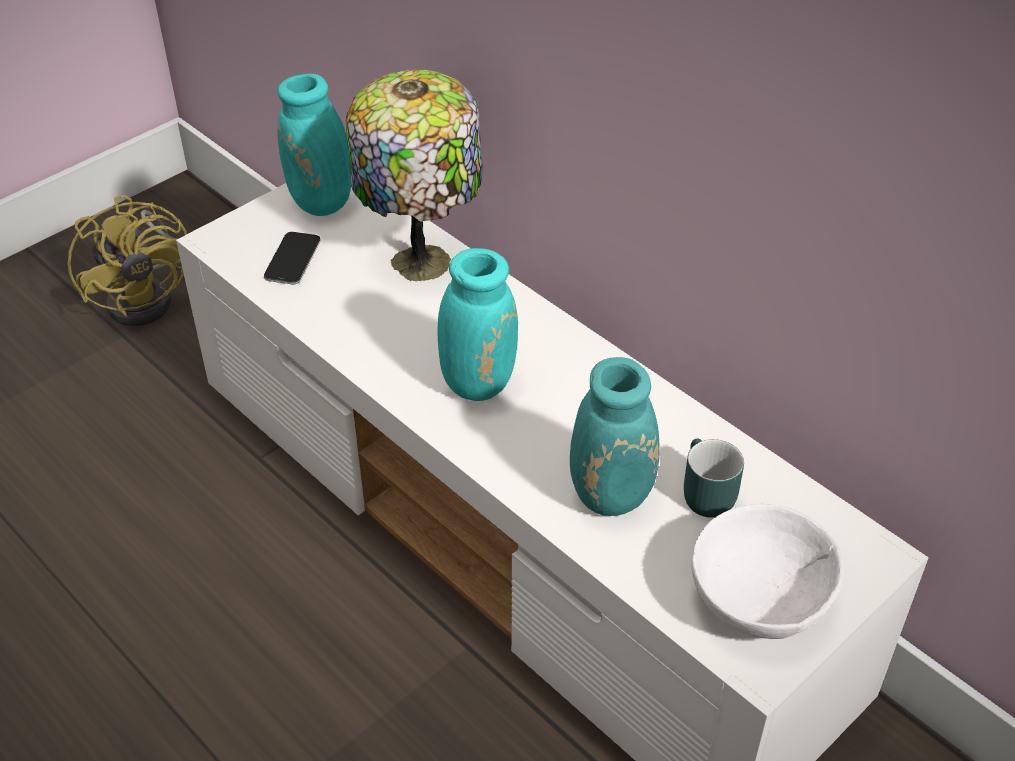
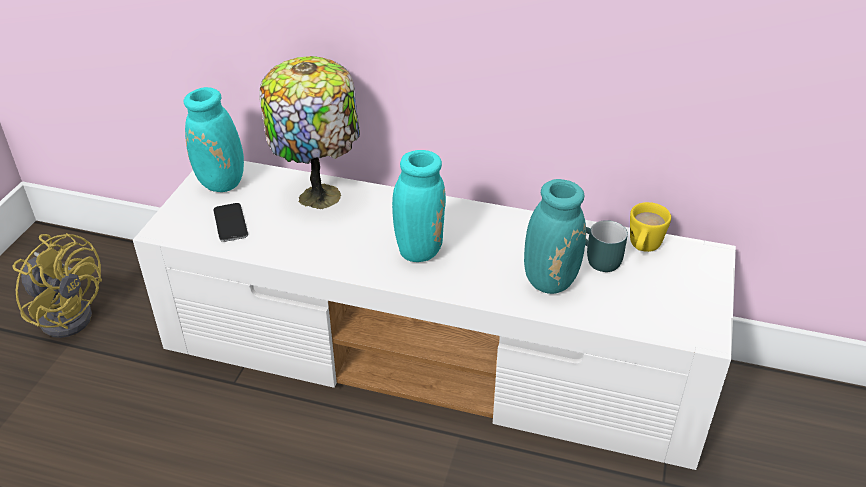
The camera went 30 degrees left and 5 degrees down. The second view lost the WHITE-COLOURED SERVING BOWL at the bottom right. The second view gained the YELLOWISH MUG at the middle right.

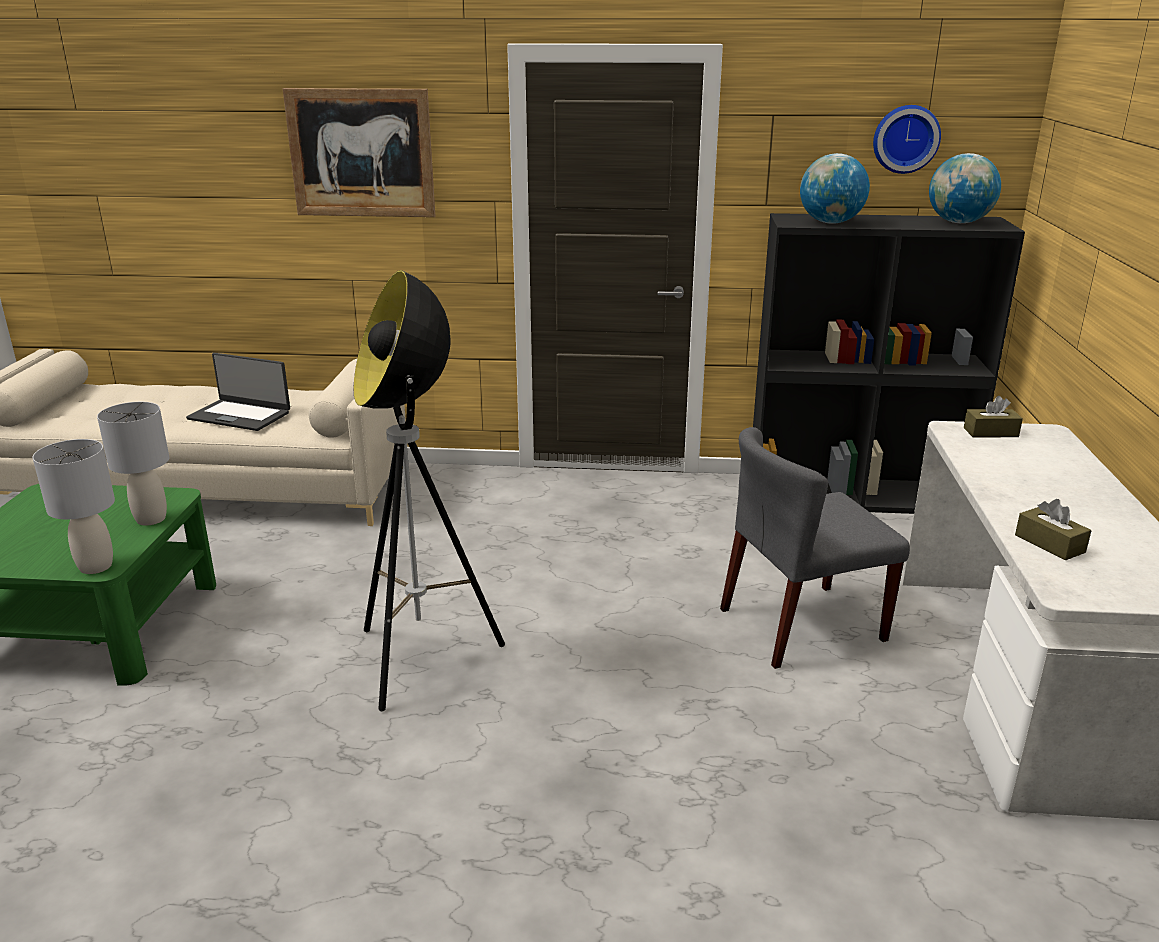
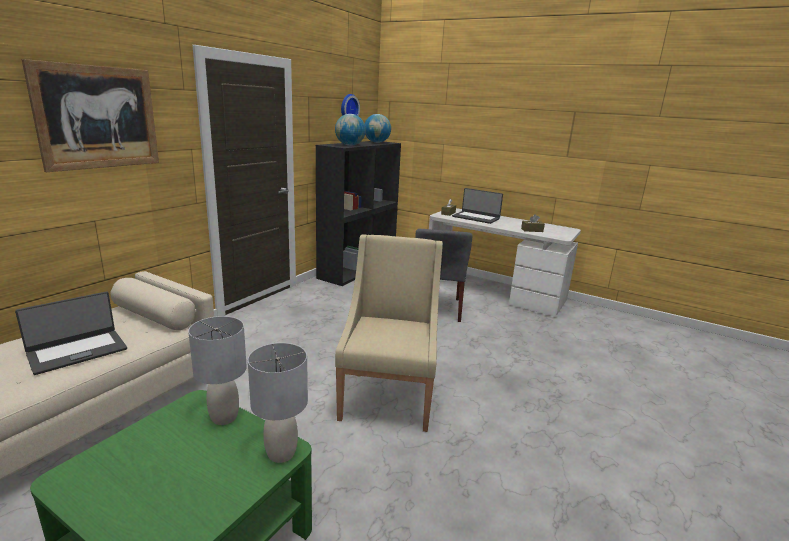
The camera went 65 degrees left and 5 degrees down. The second view gained the NOTEBOOK COMPUTER (no. 2 from left) at the centre. Where the STANDING LAMP stood at the centre, the BEIGE-COLOURED LOUNGE CHAIR came to stand at the centre.

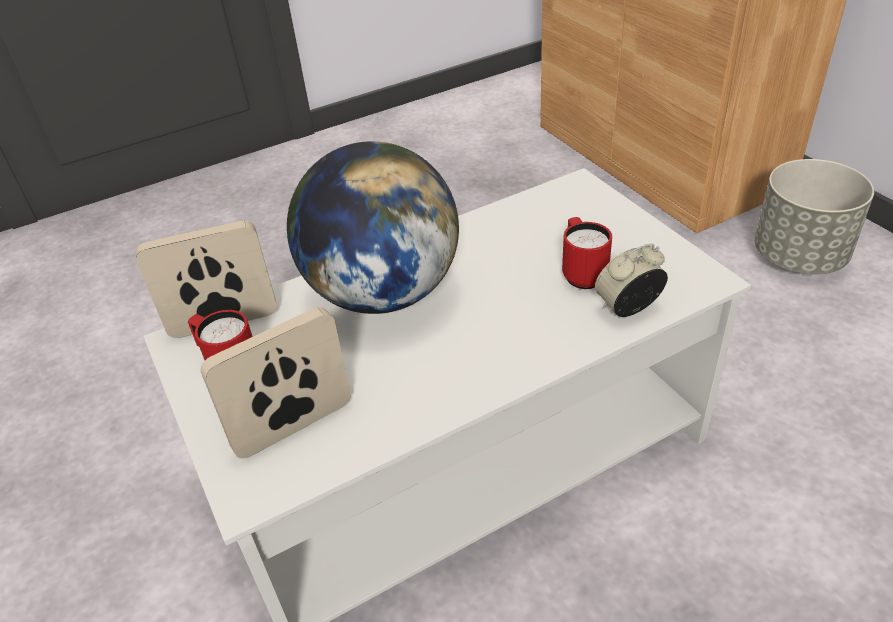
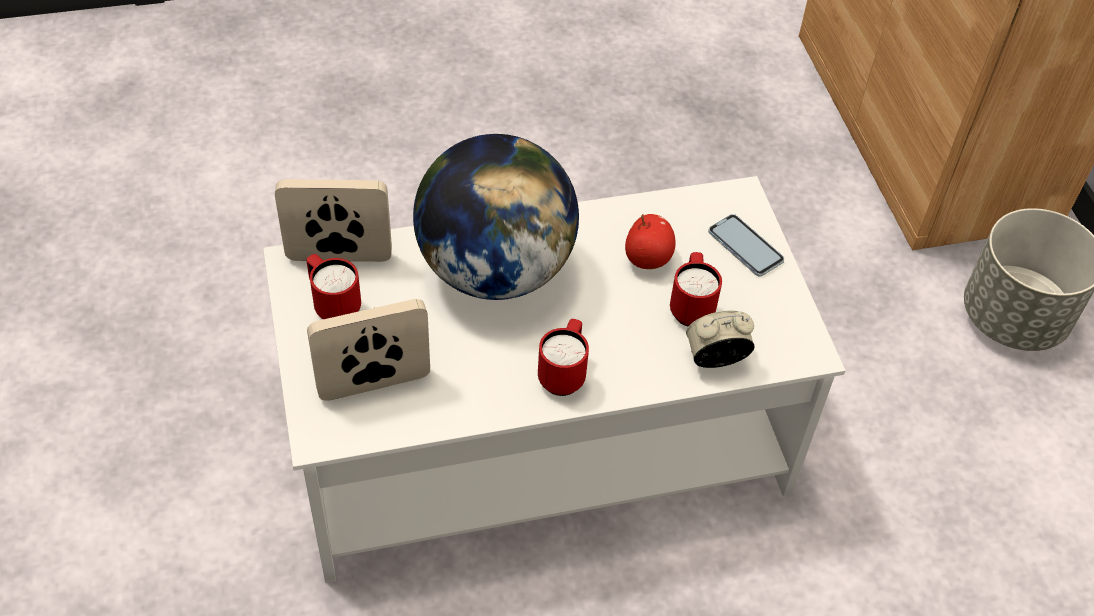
The camera went 10 degrees right and 10 degrees up. The second view gained the RED MUG (no. 2 from left) at the centre. The second view gained the APPLE at the centre. The second view gained the HANDSET at the middle right.

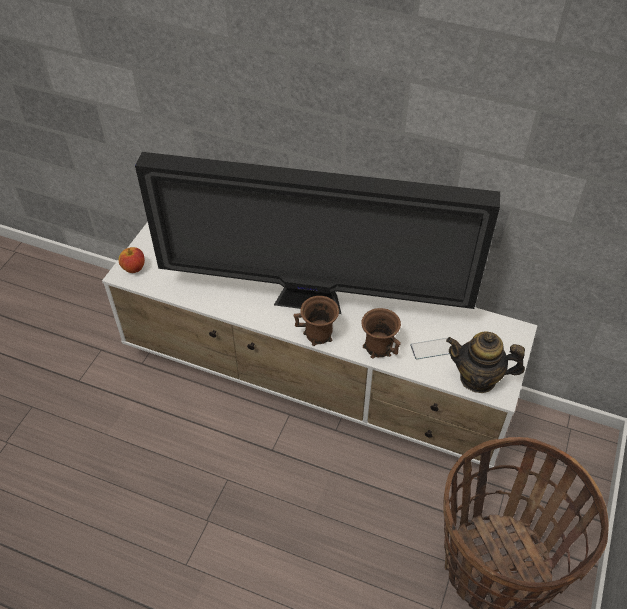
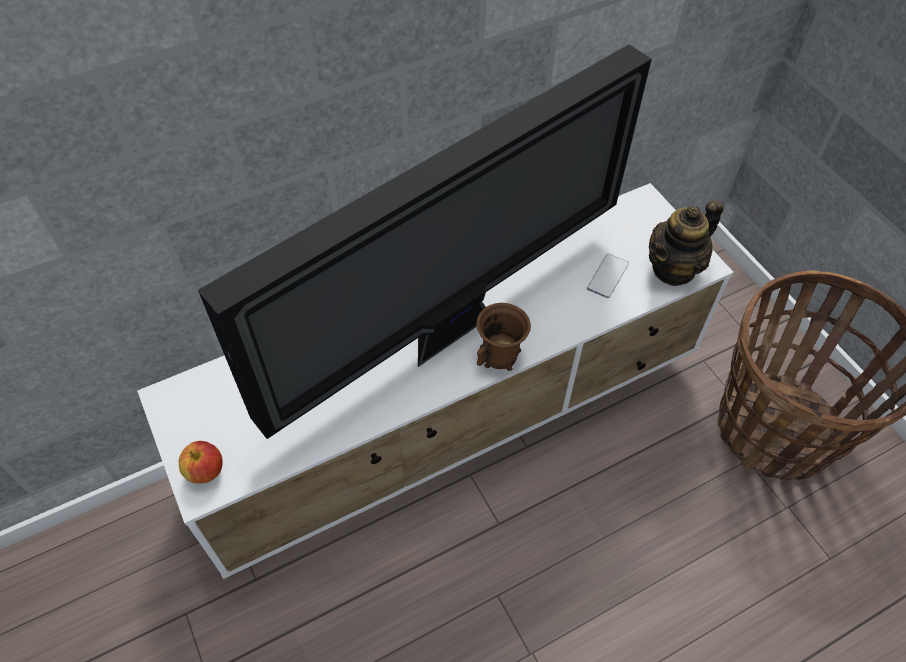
The camera went 50 degrees left and 5 degrees up. The second view lost the BROWN MUG (no. 2 from left) at the centre.

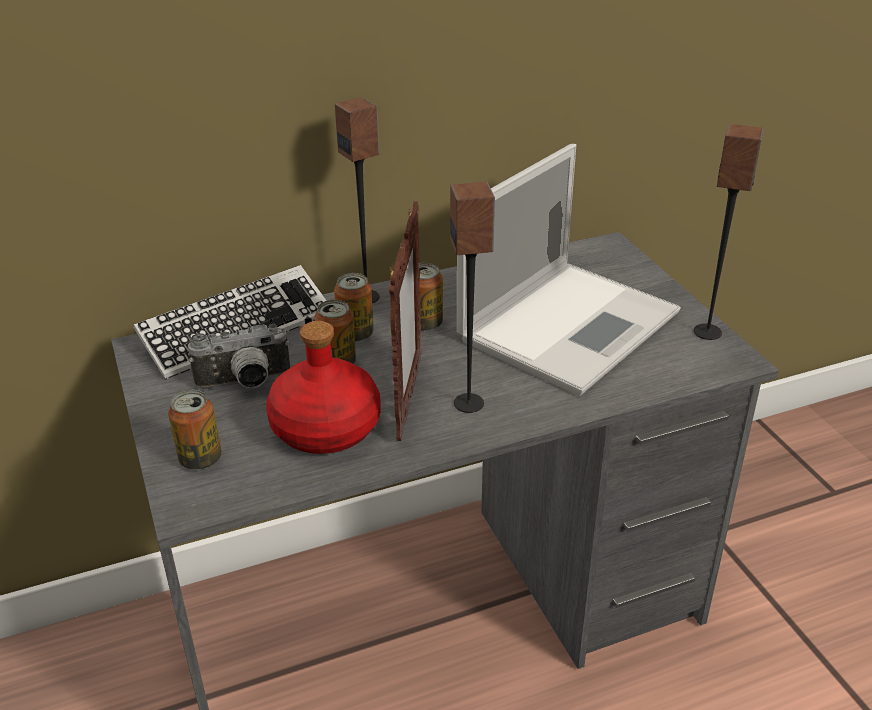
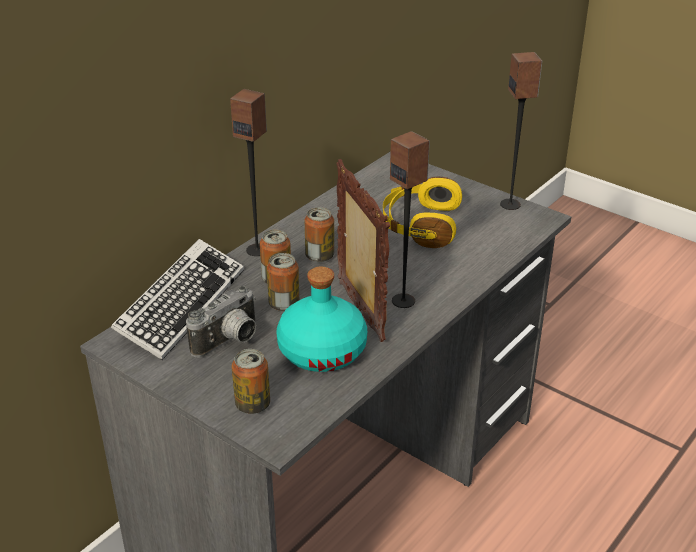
The camera went 30 degrees left and 0 degrees up. Where the NOTEBOOK COMPUTER stood at the centre, the YELLOWISH PAIR OF HEADPHONES came to stand at the centre. What was the RED BEVERAGE BOTTLE at the centre turned into the TURQUOISE BEVERAGE BOTTLE at the centre.

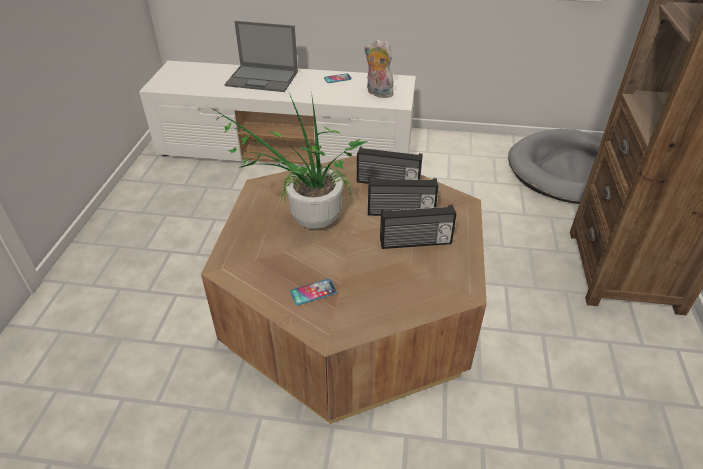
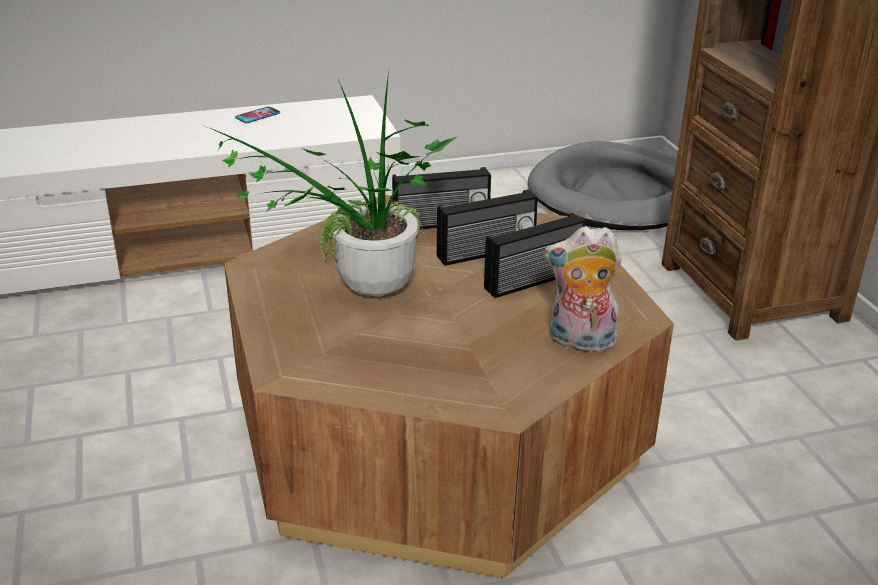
The camera went 25 degrees left and 10 degrees down. The second view lost the NOTEBOOK COMPUTER at the top centre. The second view lost the HANDSET (no. 1 from left) at the centre. The CUDDLY TOY ended up elsewhere, having gone from the top centre to the centre.

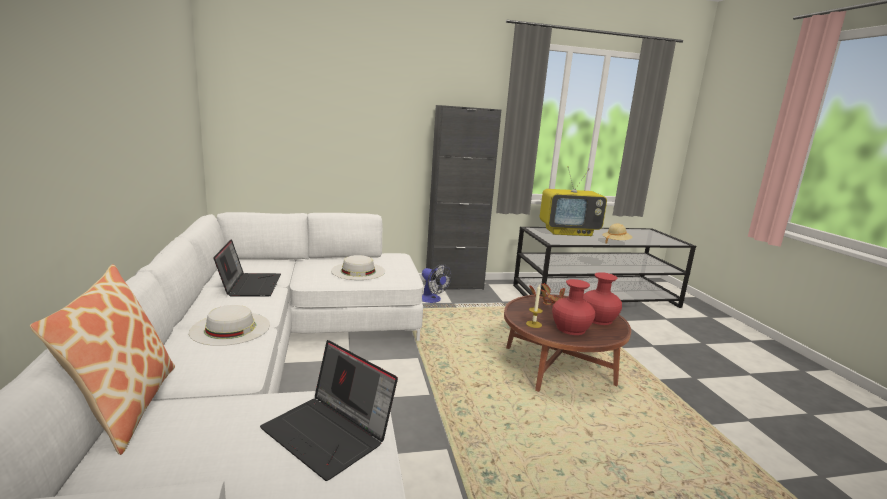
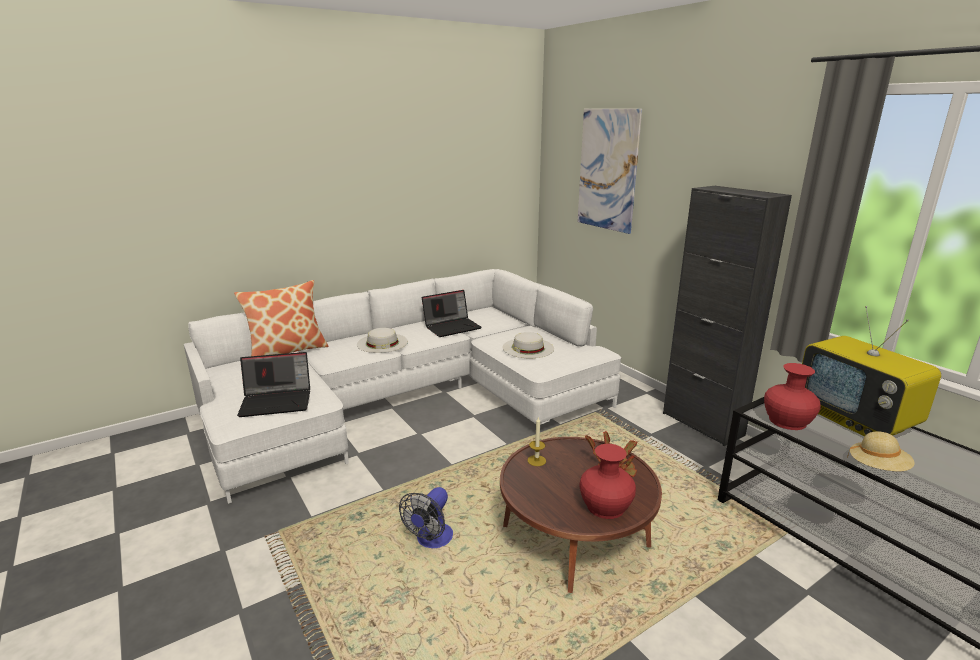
The camera went 70 degrees right and 5 degrees up. The second view gained the WALL PICTURE at the top centre. The COOLING FAN ended up elsewhere, having gone from the centre to the bottom centre. The RED DECORATIVE VASE (no. 1 from left in the first image) ended up elsewhere, having gone from the centre to the middle right. The NOTEBOOK COMPUTER (no. 2 from left in the first image) at the bottom centre ended up facing another way, 120 degrees counterclockwise from before.

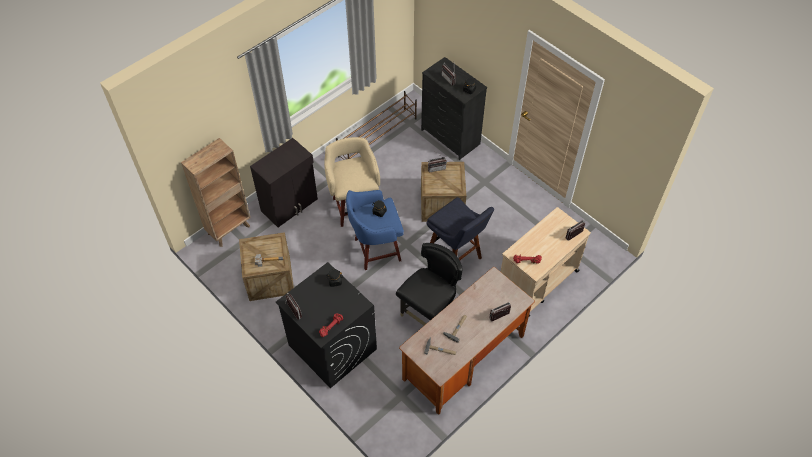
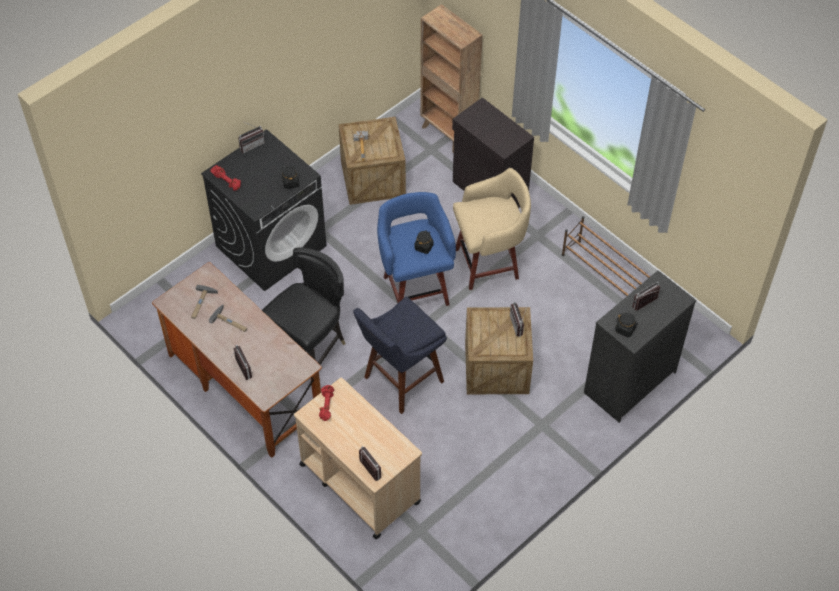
The camera went 90 degrees right and 0 degrees up. The BLACK UPRIGHT CHAIR at the centre ended up facing another way, 90 degrees counterclockwise from before.

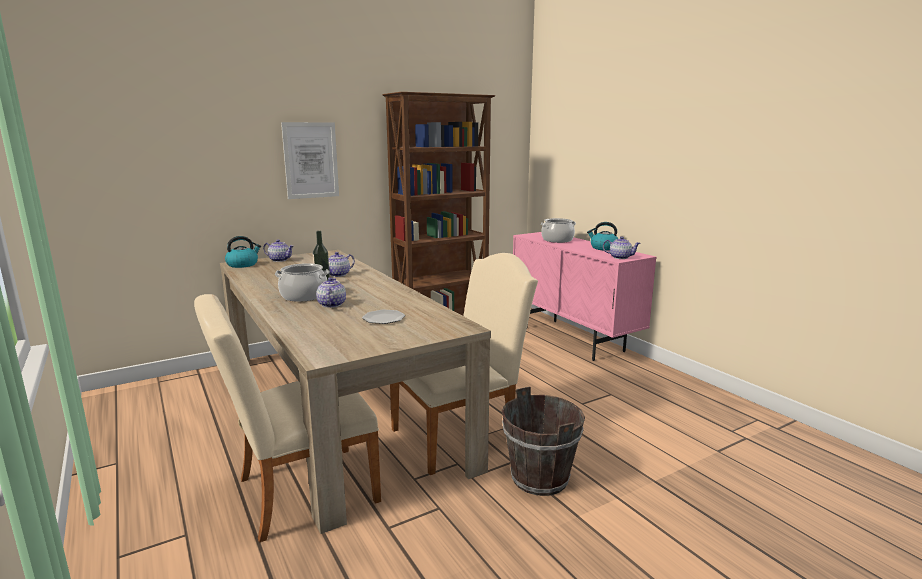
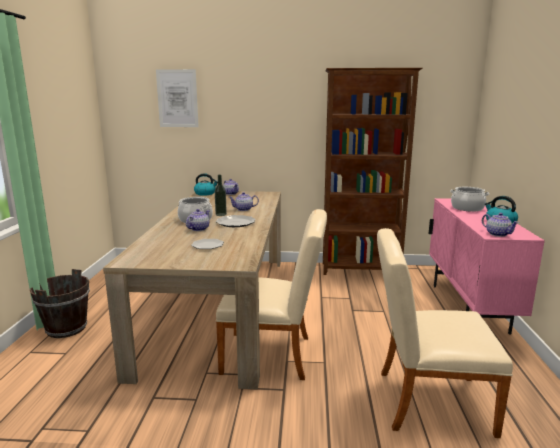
The camera went 35 degrees right and 0 degrees up. The second view gained the FLAT DISH (no. 2 from left) at the centre. The BEIGE-COLOURED UPRIGHT CHAIR (no. 1 from left in the first image) ended up elsewhere, having gone from the bottom left to the bottom right. The WALL PICTURE ended up elsewhere, having gone from the top centre to the top left. The BROWN WATER BUCKET ended up elsewhere, having gone from the bottom centre to the bottom left.

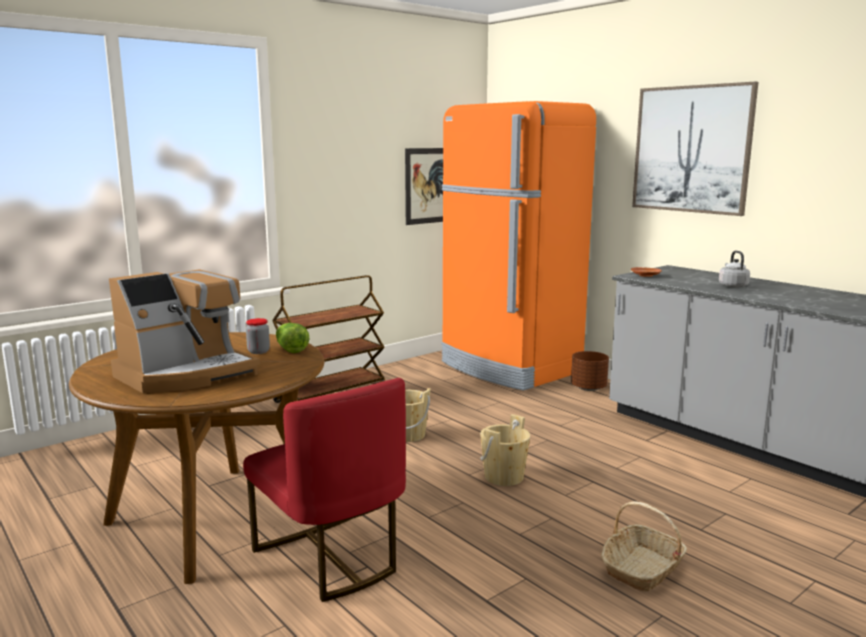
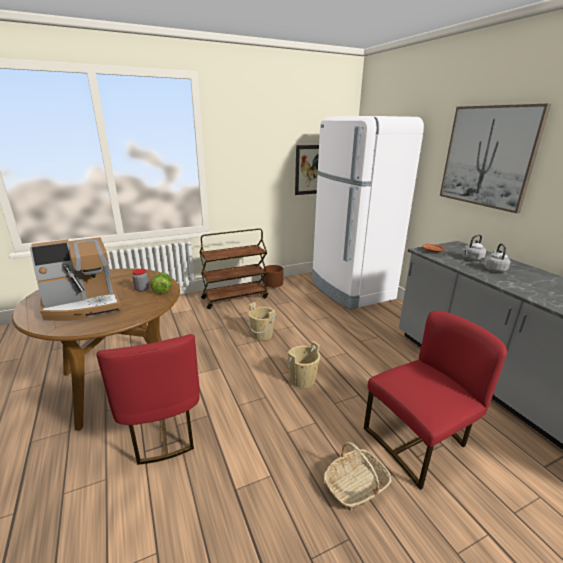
The camera went 15 degrees right and 10 degrees up. The second view gained the RED UPRIGHT CHAIR (no. 2 from left) at the bottom right. The second view gained the GREY KETTLE (no. 1 from left) at the middle right. The BROWN FLOWER POT ended up elsewhere, having gone from the middle right to the centre. What was the ORANGEY KITCHEN FRIDGE at the centre turned into the WHITE-COLOURED KITCHEN FRIDGE at the centre.

